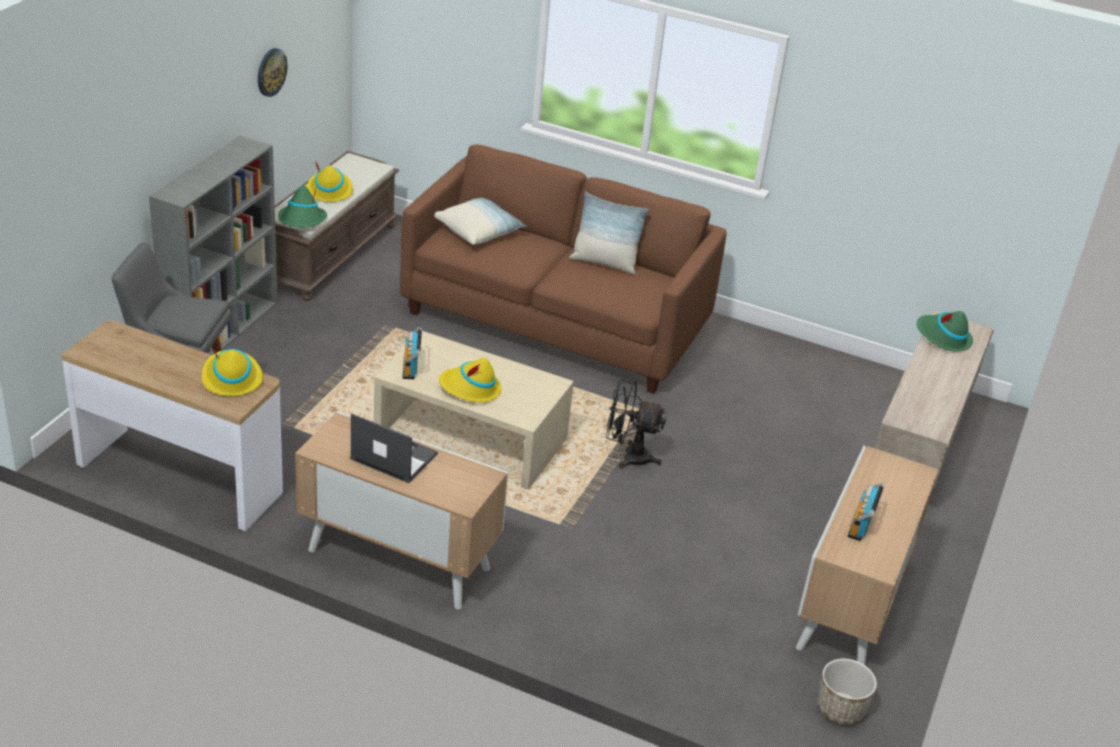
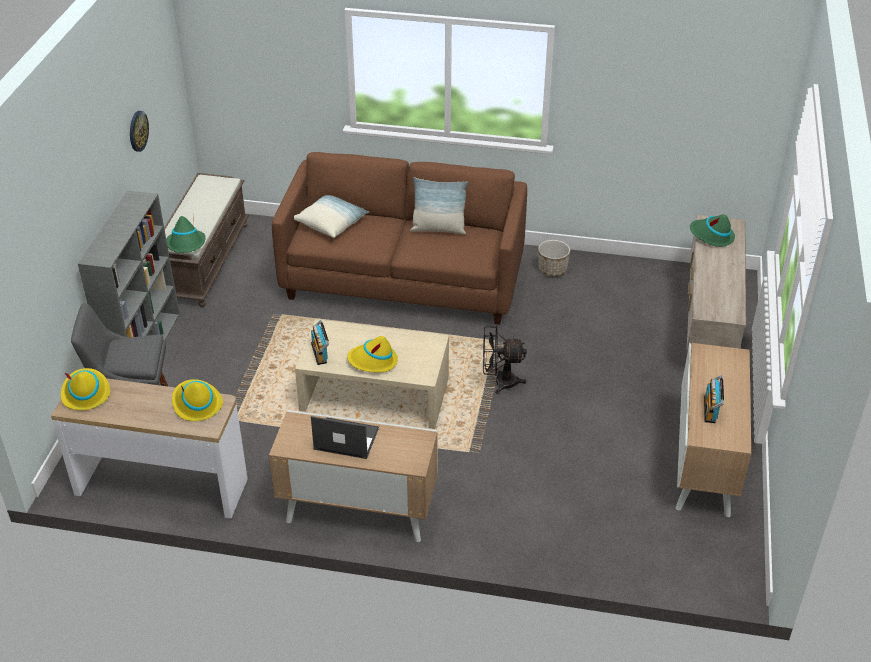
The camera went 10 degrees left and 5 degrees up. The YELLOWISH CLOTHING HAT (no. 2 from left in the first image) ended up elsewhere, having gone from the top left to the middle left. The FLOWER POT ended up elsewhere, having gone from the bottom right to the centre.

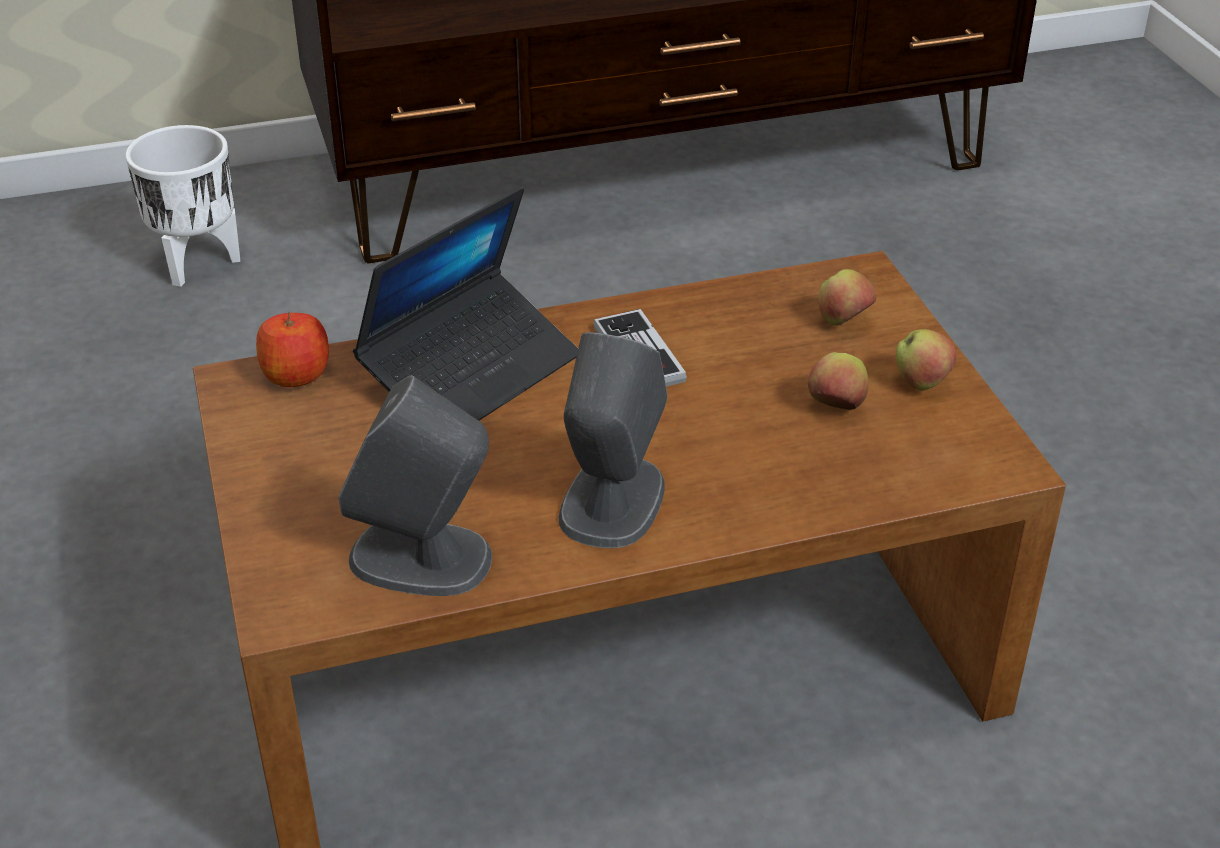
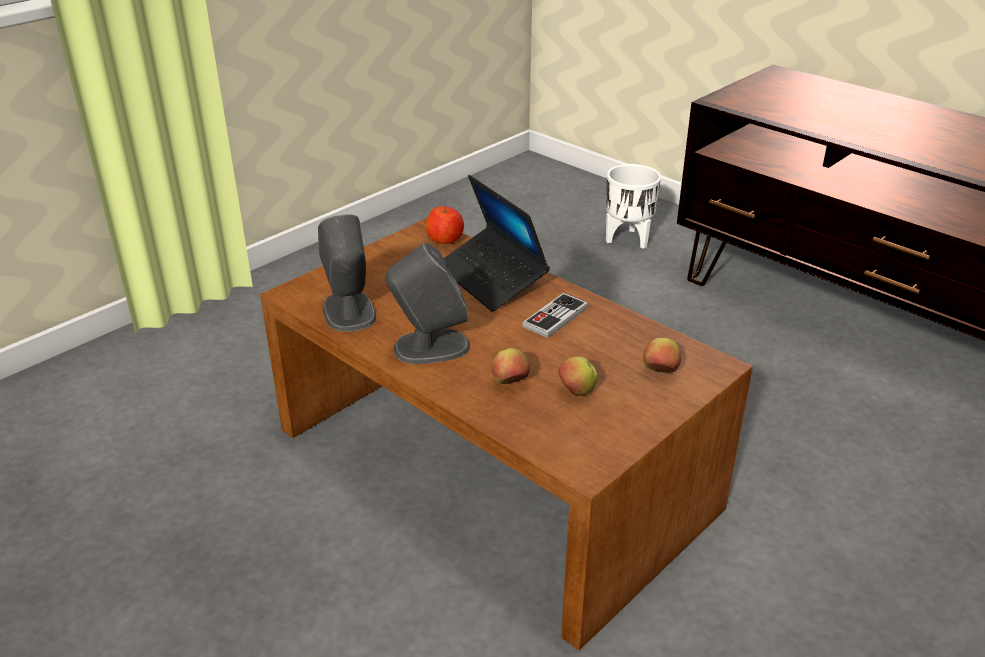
The camera went 60 degrees right and 5 degrees down. The APPLE (no. 4 from left in the first image) ended up elsewhere, having gone from the middle right to the centre. The NOTEBOOK COMPUTER at the centre ended up facing another way, 45 degrees clockwise from before.

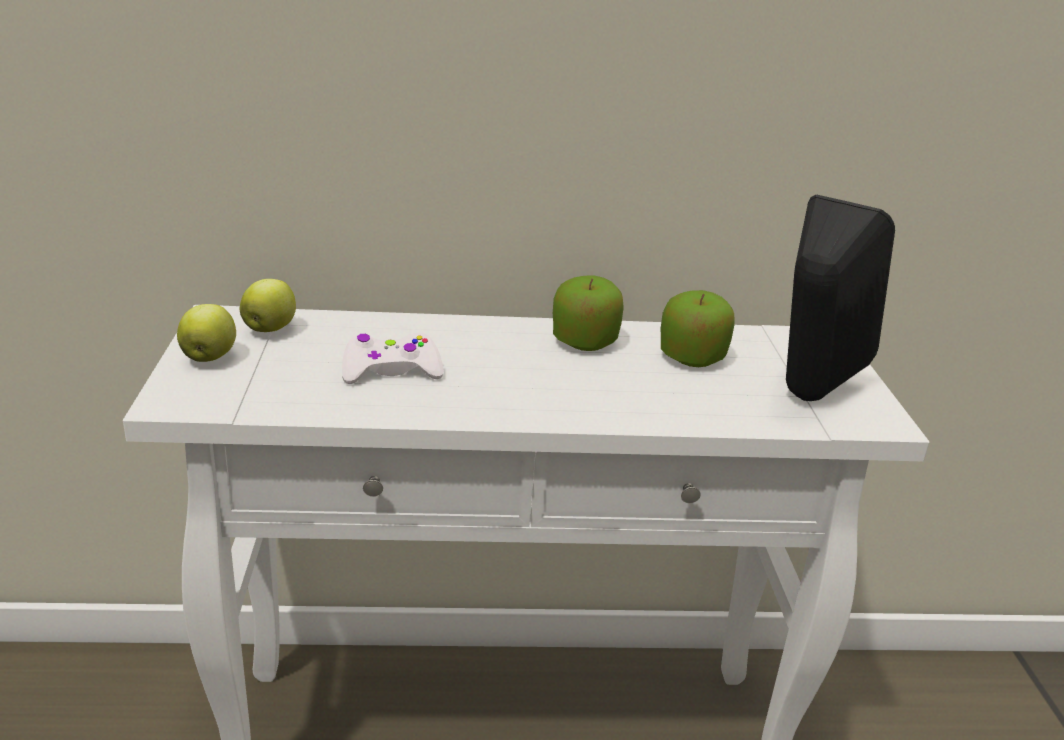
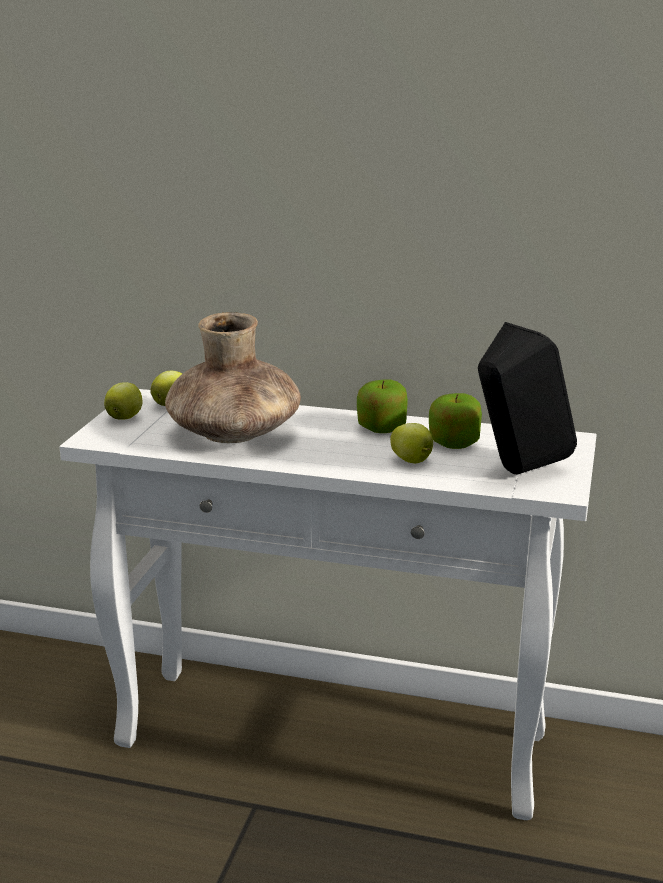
The camera went 20 degrees right and 5 degrees down. The second view gained the APPLE (no. 4 from left) at the centre. Where the WHITE-COLOURED GAME CONTROLLER stood at the centre, the BROWN DECORATIVE VASE came to stand at the centre.

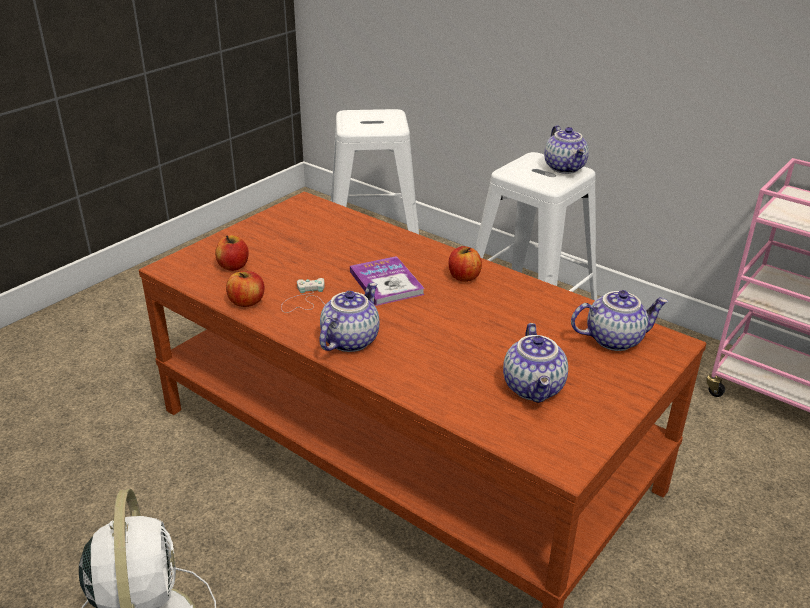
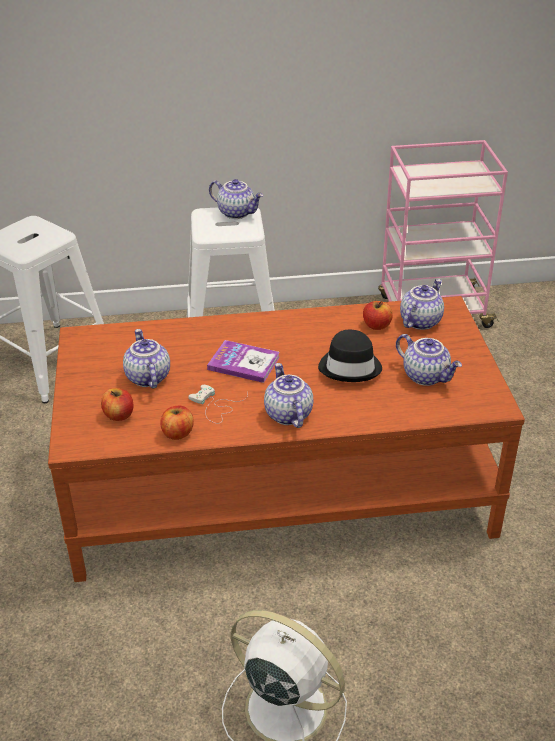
The camera went 45 degrees left and 5 degrees up. The second view gained the TEA POT (no. 1 from left) at the middle left. The second view gained the BLACK CLOTHING HAT at the centre. The APPLE (no. 3 from left) ended up elsewhere, having gone from the centre to the middle right.

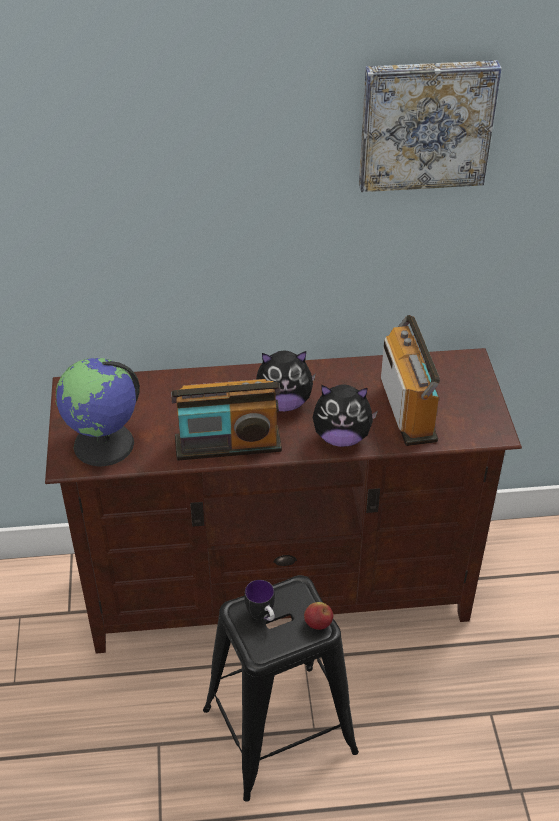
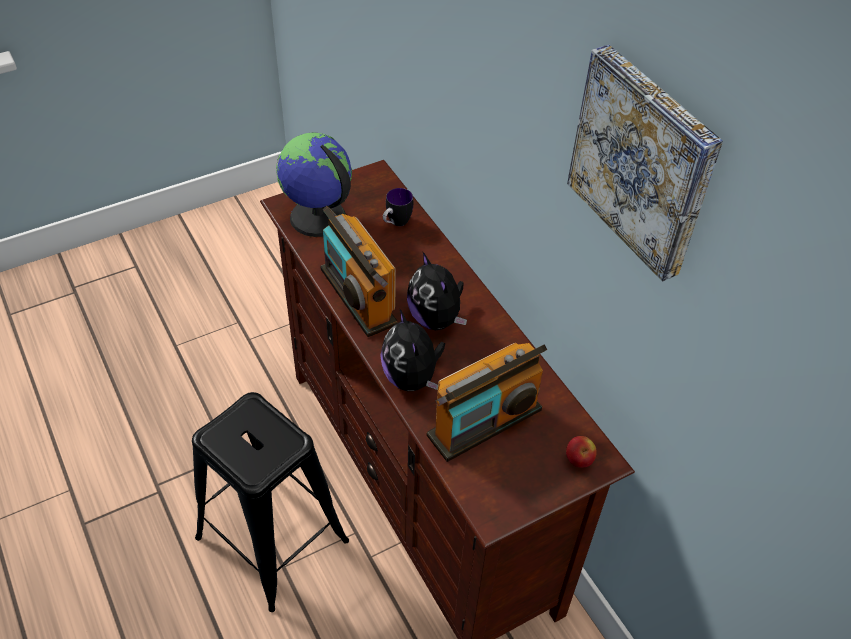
The camera went 65 degrees right and 5 degrees up. The MUG ended up elsewhere, having gone from the bottom centre to the top centre. The APPLE ended up elsewhere, having gone from the bottom centre to the bottom right.

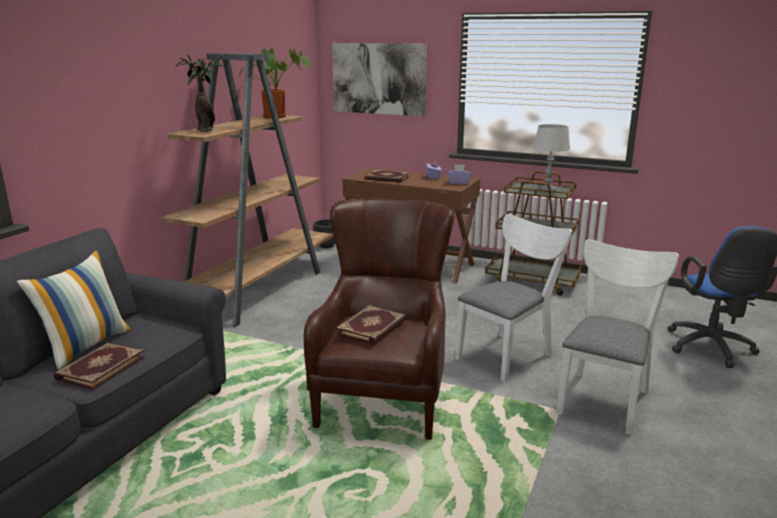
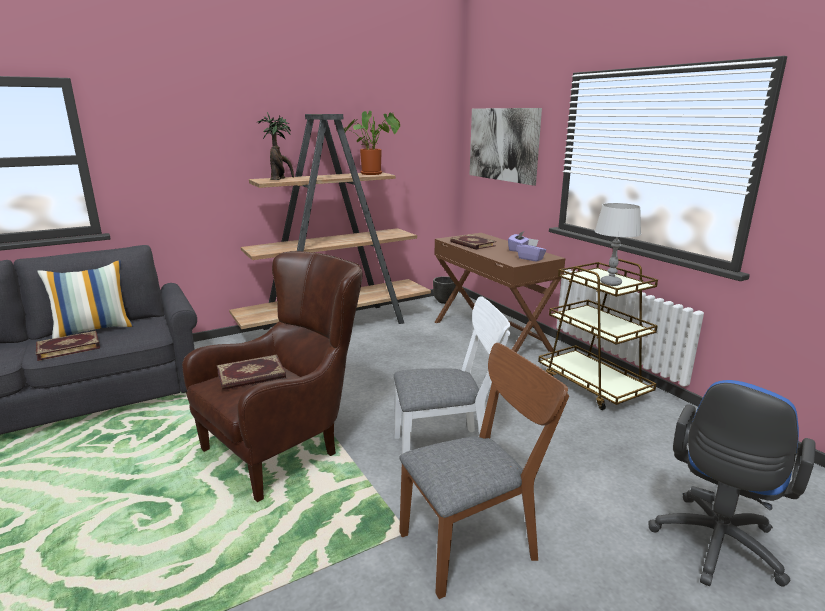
The camera went 35 degrees right and 0 degrees up. What was the WHITE-COLOURED UPRIGHT CHAIR (no. 2 from left) at the middle right turned into the BROWN UPRIGHT CHAIR at the bottom centre.

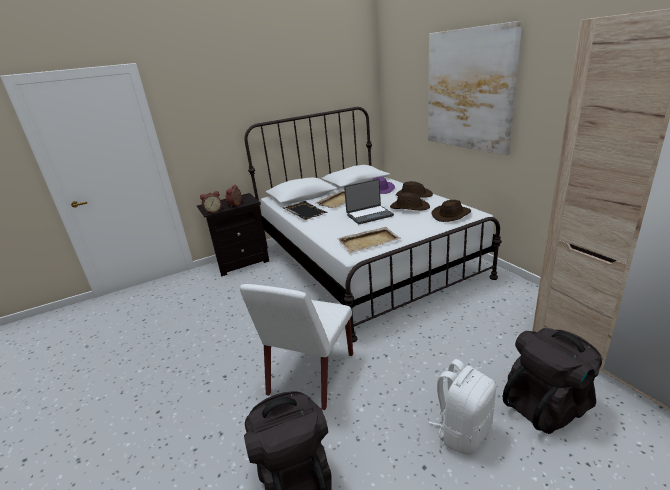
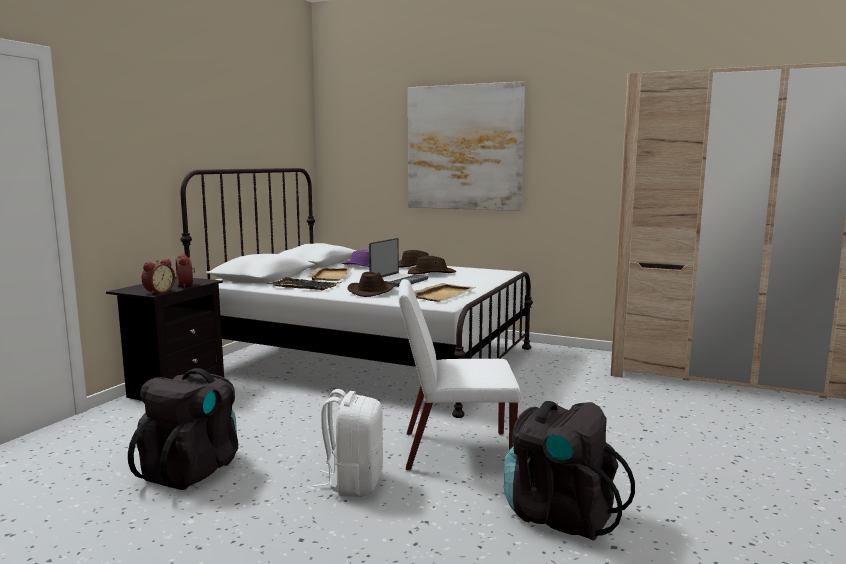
The camera went 40 degrees left and 15 degrees down. The WHITE-COLOURED BACKPACK ended up elsewhere, having gone from the bottom right to the bottom centre. The BROWN CLOTHING HAT (no. 3 from left in the first image) ended up elsewhere, having gone from the middle right to the centre. The BLACK BACKPACK (no. 2 from left in the first image) ended up elsewhere, having gone from the bottom right to the bottom left. The WHITE-COLOURED UPRIGHT CHAIR at the bottom centre ended up facing another way, 105 degrees clockwise from before.

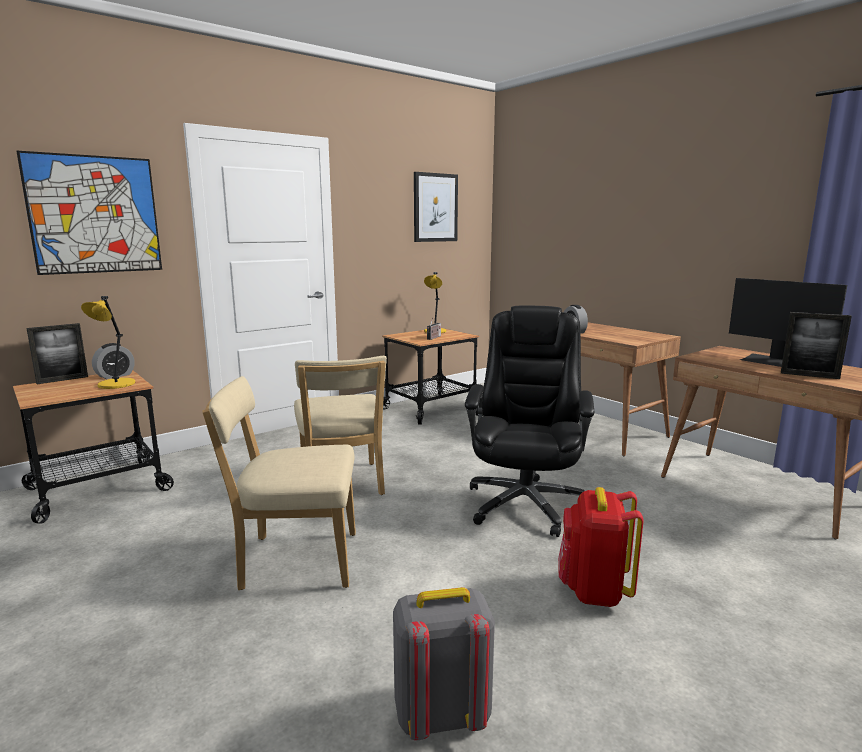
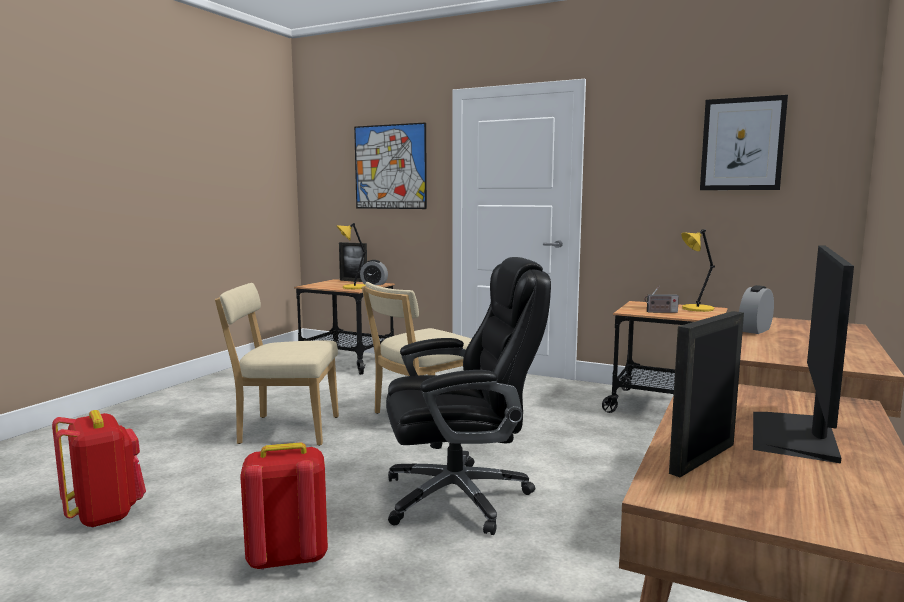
The camera went 65 degrees right and 5 degrees down. What was the GREY BACKPACK at the bottom centre turned into the RED BACKPACK (no. 1 from left) at the bottom left. The BEIGE-COLOURED UPRIGHT CHAIR (no. 1 from left) at the middle left ended up facing another way, 60 degrees counterclockwise from before. The PHOTO FRAME (no. 2 from left) at the middle right ended up facing another way, 45 degrees clockwise from before.

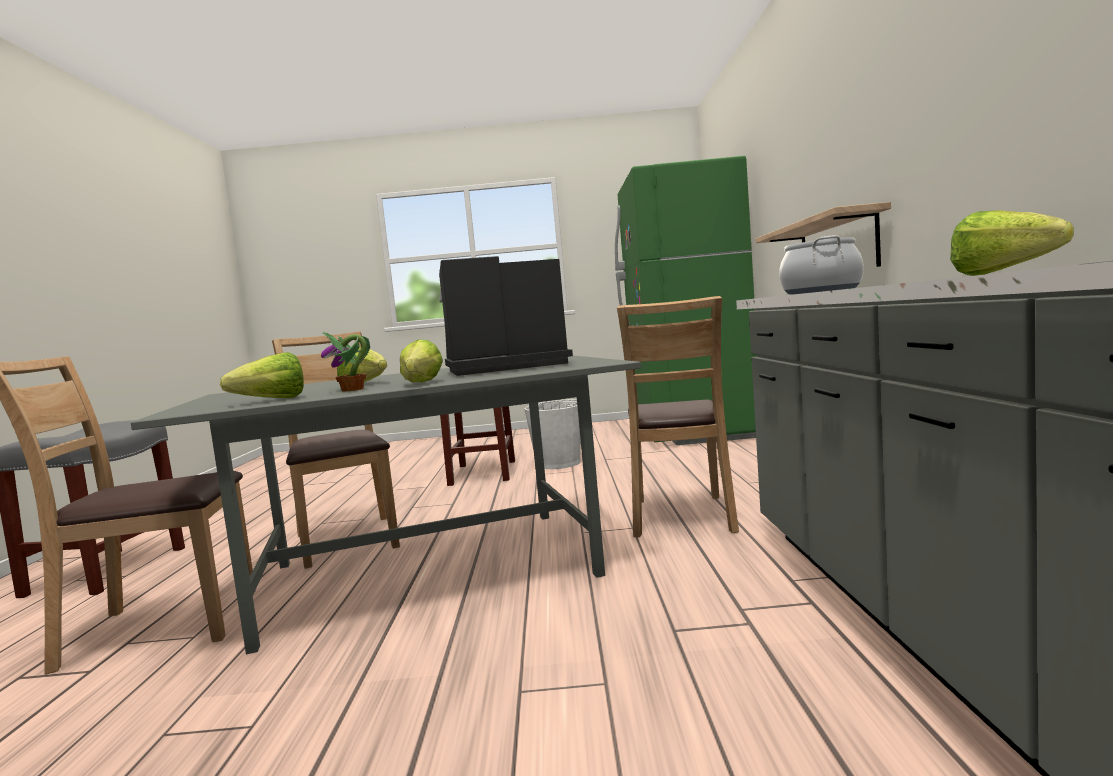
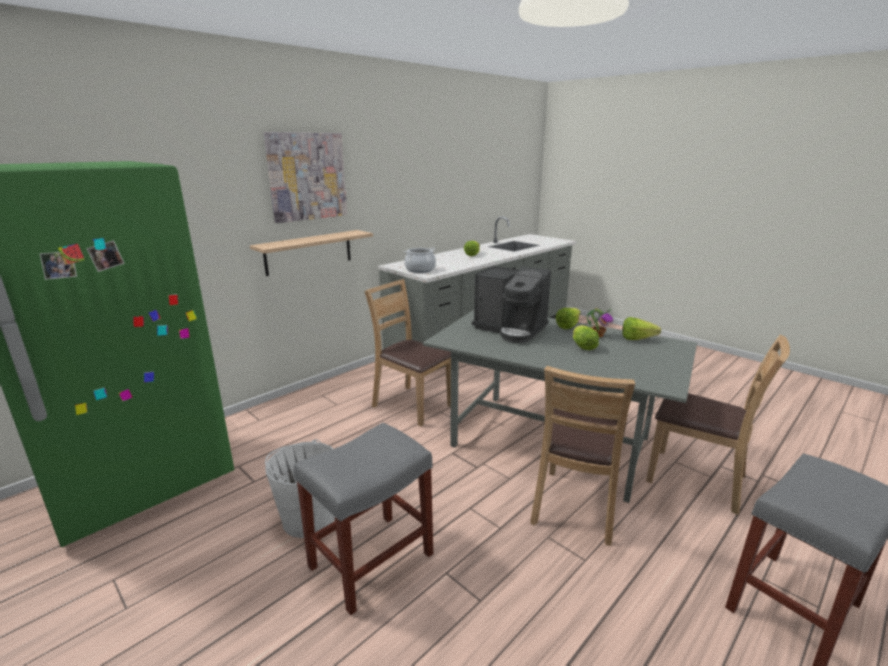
The camera went 135 degrees left and 15 degrees up. The second view gained the WALL PICTURE at the top centre. The BROWN UPRIGHT CHAIR (no. 3 from left in the first image) at the centre ended up facing another way, 105 degrees counterclockwise from before.

